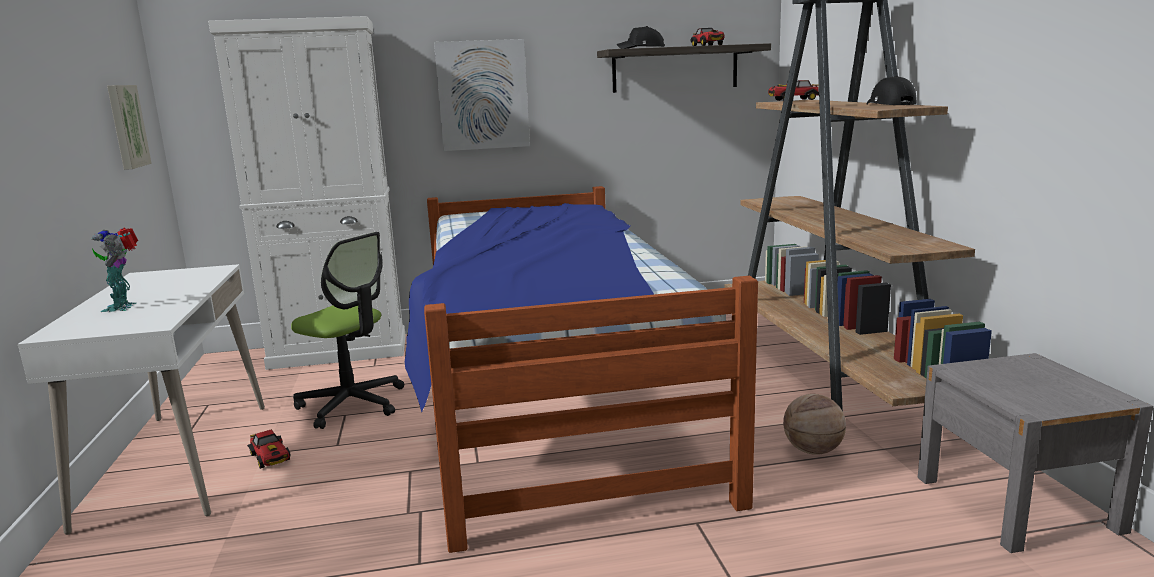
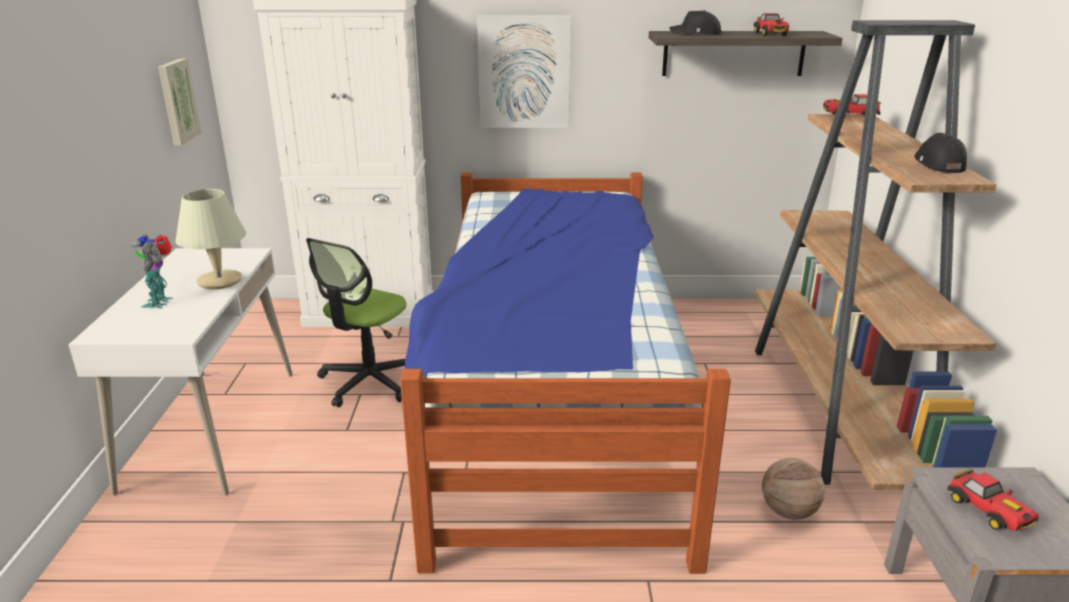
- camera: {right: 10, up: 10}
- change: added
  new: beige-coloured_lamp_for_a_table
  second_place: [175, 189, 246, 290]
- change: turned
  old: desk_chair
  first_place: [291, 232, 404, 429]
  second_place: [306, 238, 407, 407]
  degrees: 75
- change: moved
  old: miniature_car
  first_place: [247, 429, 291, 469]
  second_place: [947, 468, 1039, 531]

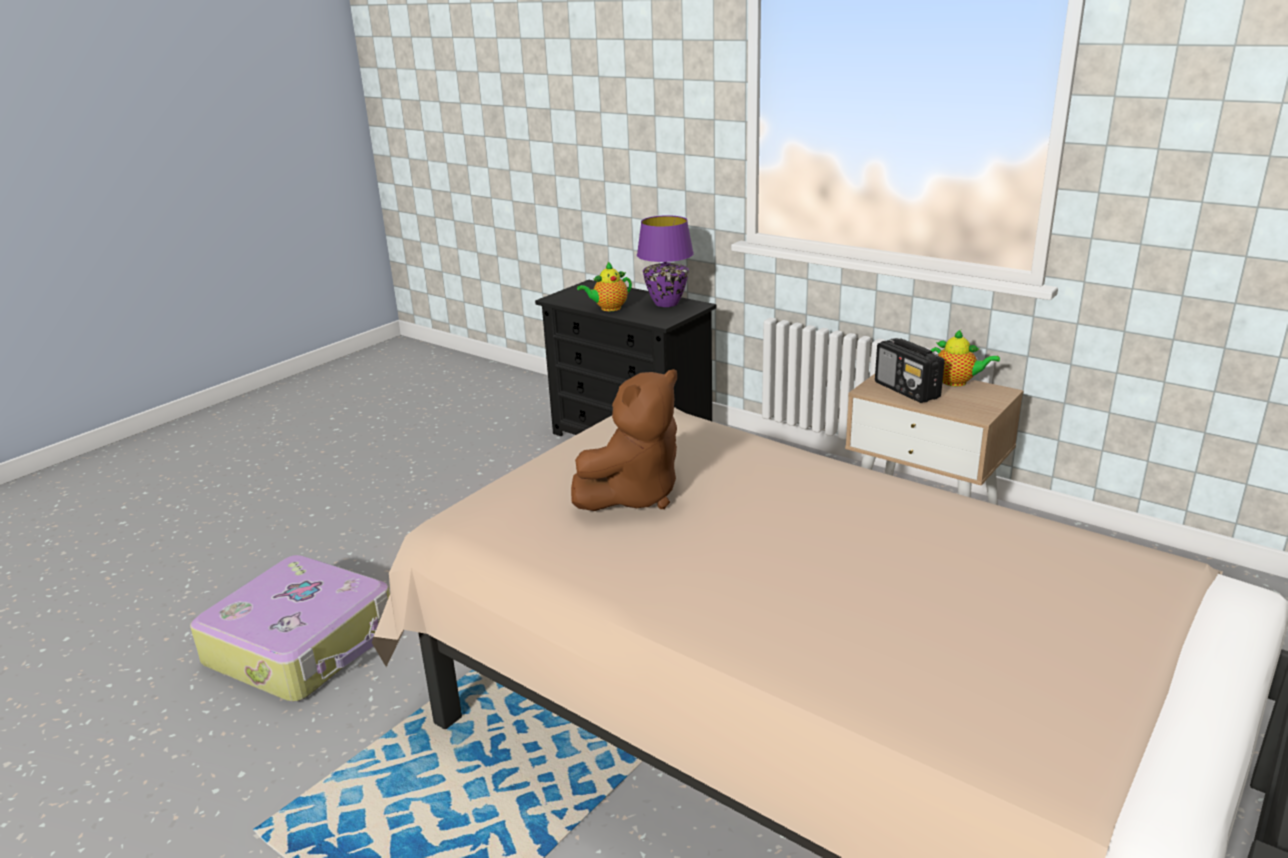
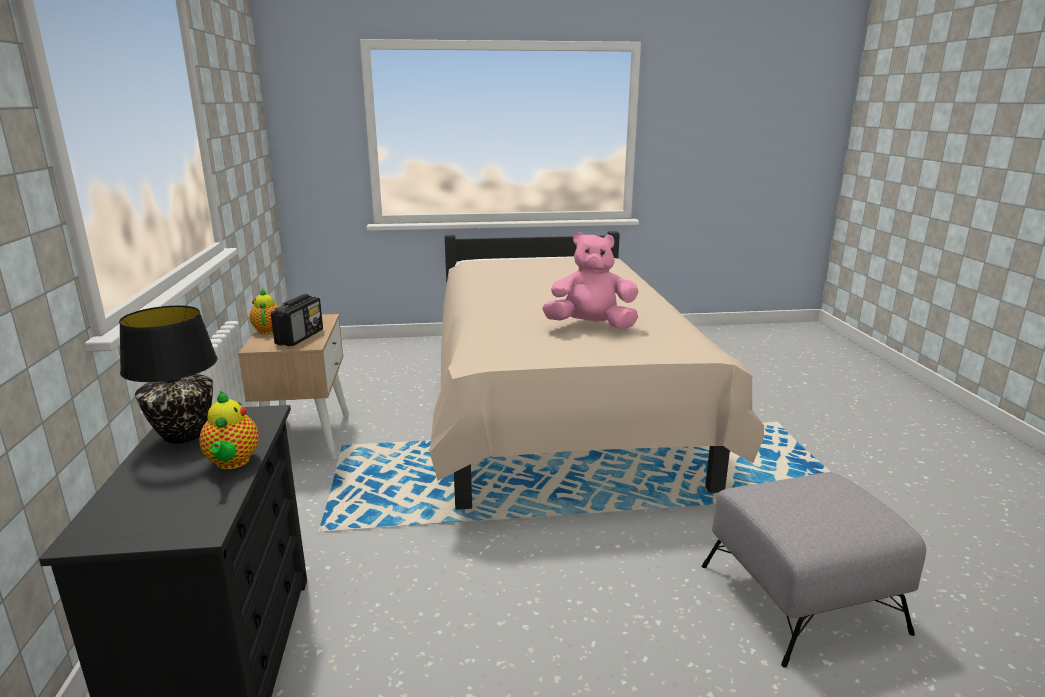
- camera: {right: -135, up: -5}
- change: recoloured
  old: purplish_lamp_for_a_table
  new: black_lamp_for_a_table
  first_place: [637, 215, 694, 307]
  second_place: [119, 305, 218, 444]
- change: turned
  old: tea_pot
  first_place: [577, 261, 632, 311]
  second_place: [199, 391, 258, 469]
  degrees: 60
- change: recoloured
  old: brown_soft_toy
  new: pinkish_soft_toy
  first_place: [571, 369, 677, 511]
  second_place: [542, 232, 638, 329]
- change: replaced
  old: travel_case
  new: gray_footrest
  first_place: [190, 555, 390, 702]
  second_place: [701, 472, 926, 668]

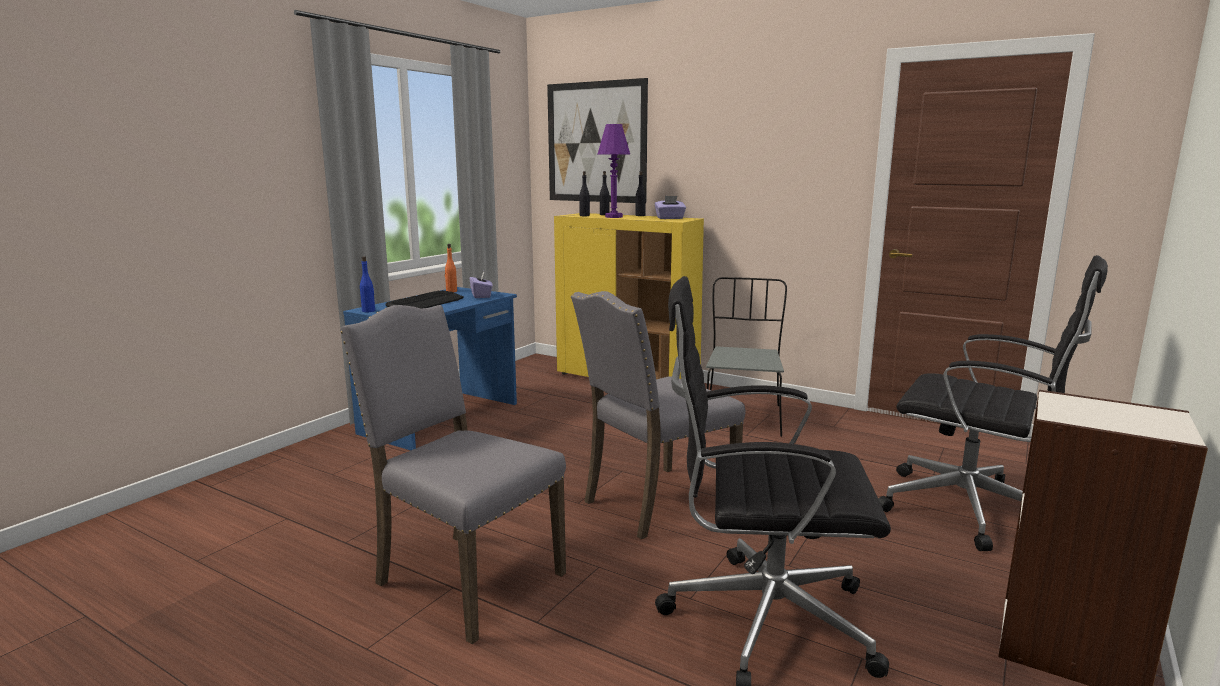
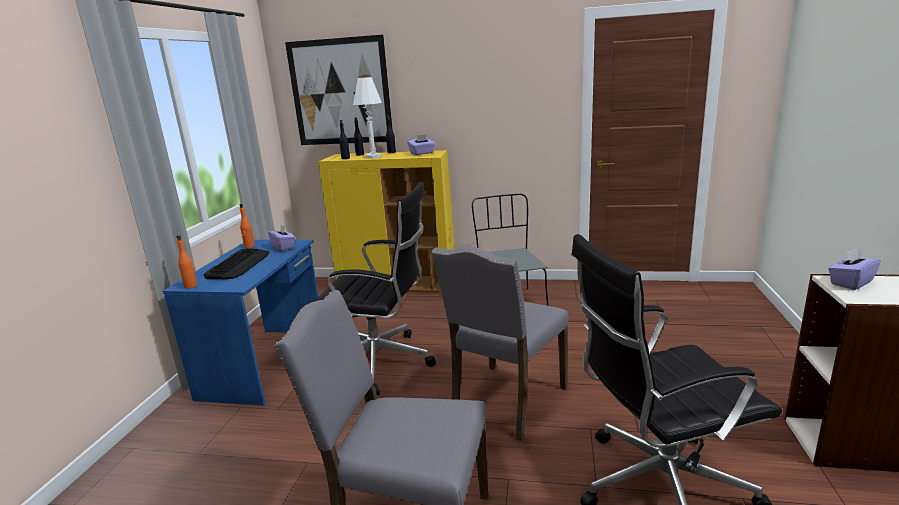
- camera: {right: -20, up: 5}
- change: recoloured
  old: blue_beverage_bottle
  new: orange-coloured_beverage_bottle
  first_place: [360, 256, 375, 312]
  second_place: [176, 235, 197, 289]
- change: moved
  old: black_desk_chair
  first_place: [878, 255, 1108, 551]
  second_place: [311, 182, 436, 396]
- change: recoloured
  old: purplish_lamp_for_a_table
  new: white_lamp_for_a_table
  first_place: [597, 124, 630, 218]
  second_place: [353, 77, 382, 159]
- change: added
  new: purplish_tissue_holder
  second_place: [828, 247, 881, 290]

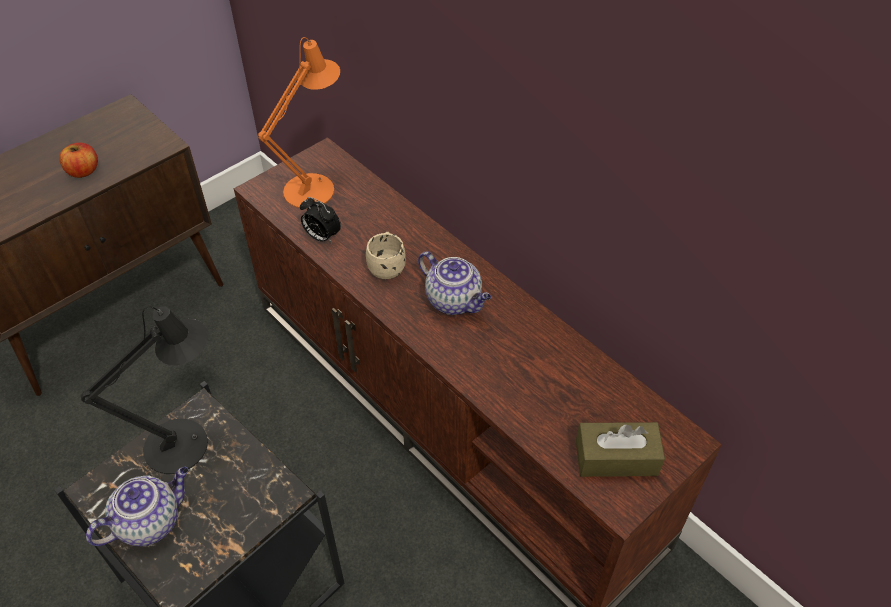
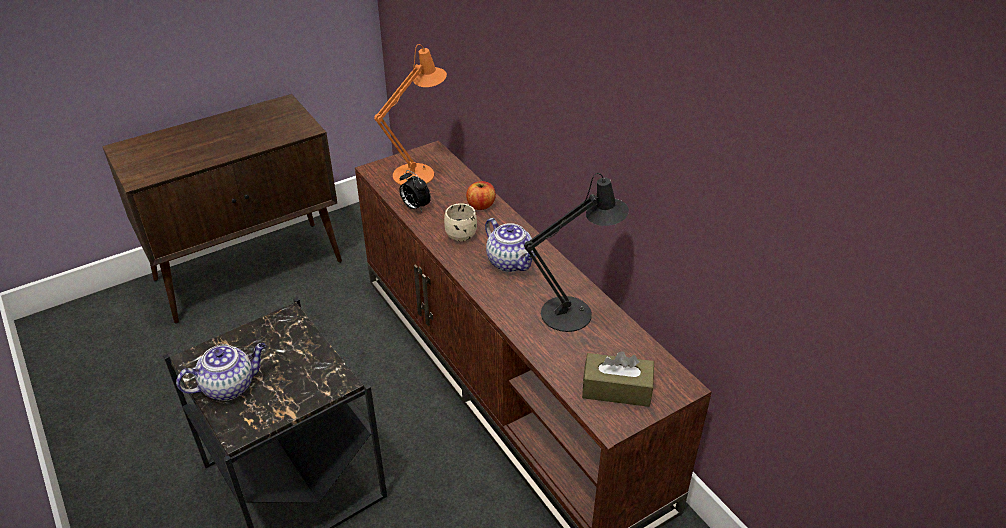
- camera: {right: 10, up: -10}
- change: moved
  old: apple
  first_place: [60, 143, 98, 178]
  second_place: [466, 181, 496, 210]
- change: moved
  old: black_lamp_for_a_table
  first_place: [81, 306, 208, 474]
  second_place: [524, 173, 629, 332]

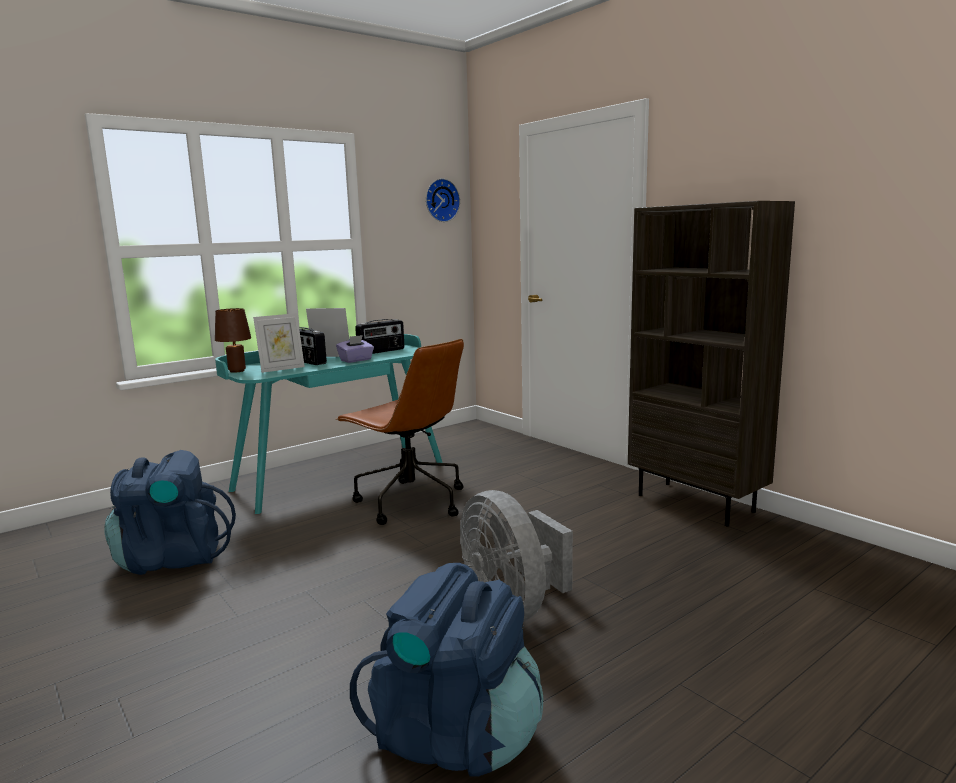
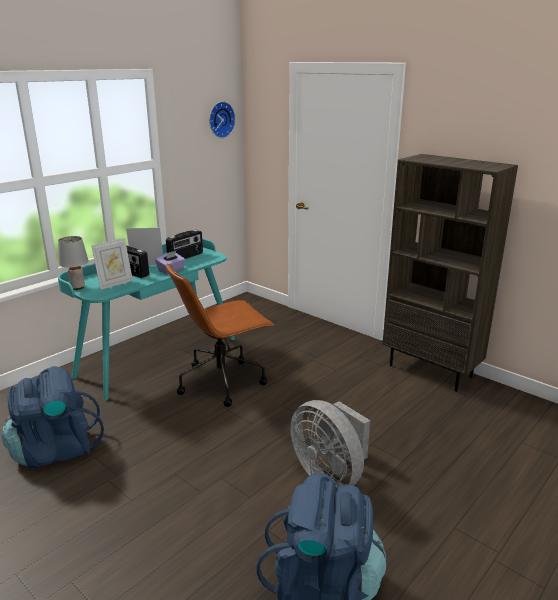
- camera: {right: -10, up: 10}
- change: recoloured
  old: brown_lamp_for_a_table
  new: gray_lamp_for_a_table
  first_place: [215, 308, 251, 373]
  second_place: [58, 236, 89, 290]
- change: turned
  old: brown_desk_chair
  first_place: [336, 339, 464, 525]
  second_place: [166, 263, 274, 407]
  degrees: 120

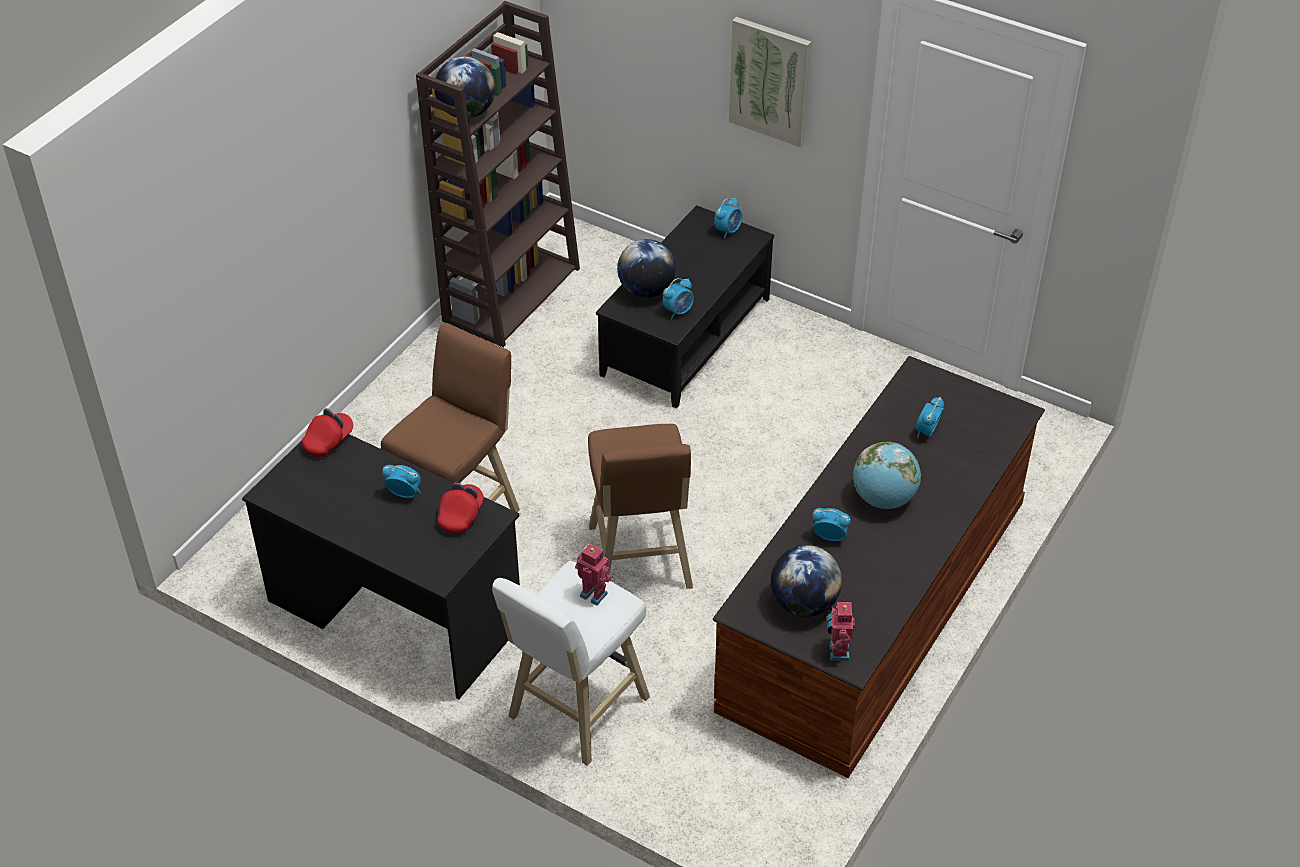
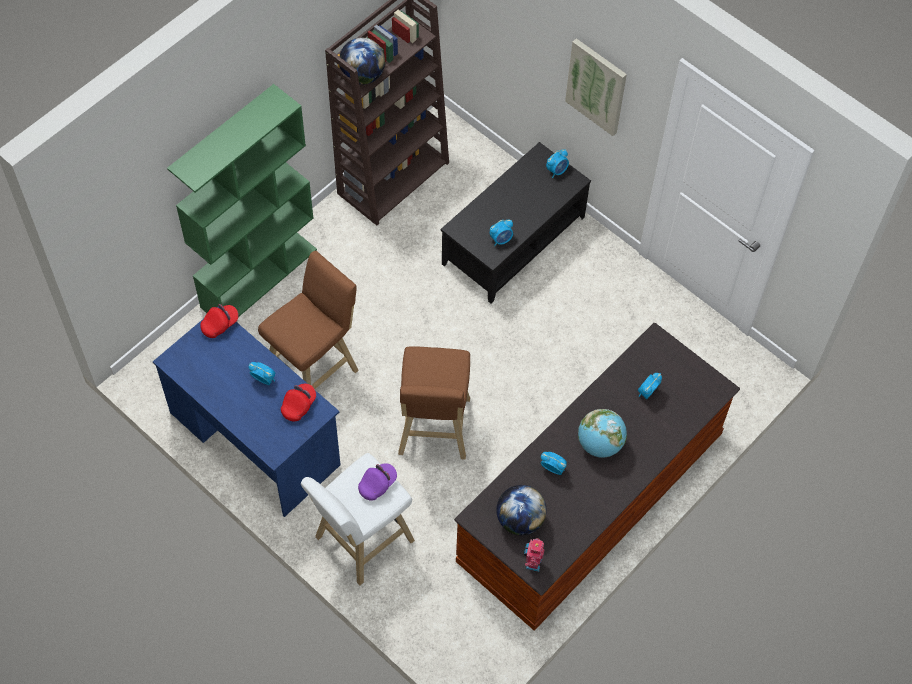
- camera: {right: 10, up: 15}
- change: recoloured
  old: black_desk_unit
  new: blue_desk_unit
  first_place: [242, 434, 520, 700]
  second_place: [153, 307, 341, 517]
- change: added
  new: green-coloured_shelving_unit
  second_place: [167, 84, 317, 317]
- change: replaced
  old: model_robot
  new: purplish_cap
  first_place: [575, 544, 613, 605]
  second_place: [358, 463, 397, 501]
- change: removed
  old: desk_globe
  first_place: [617, 239, 676, 298]

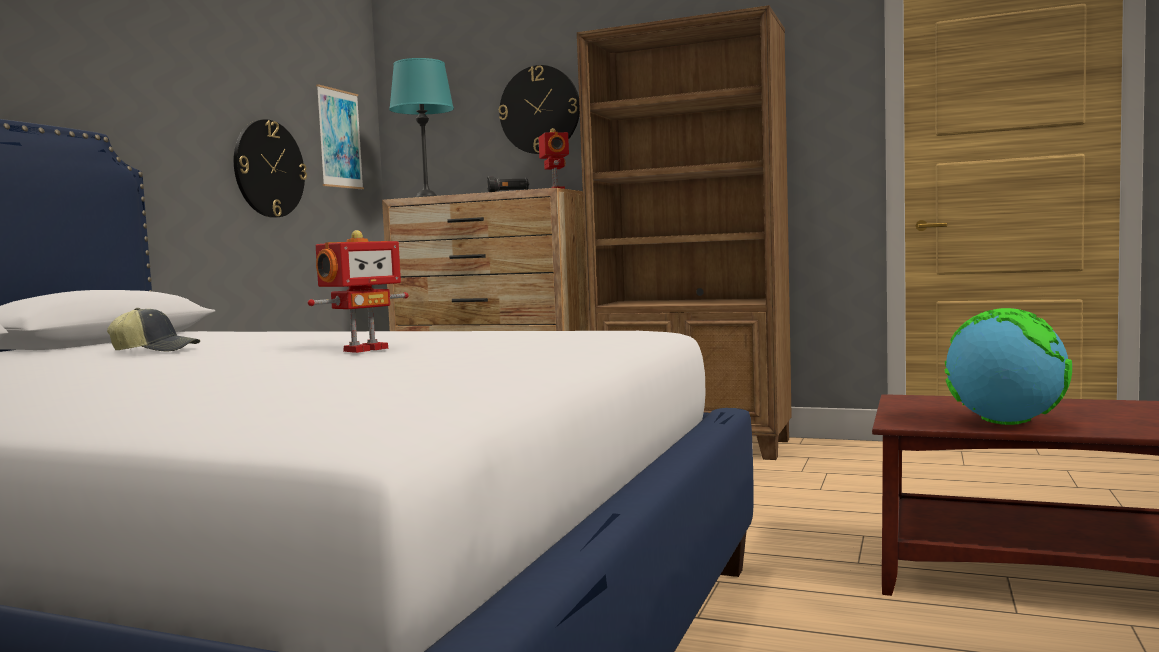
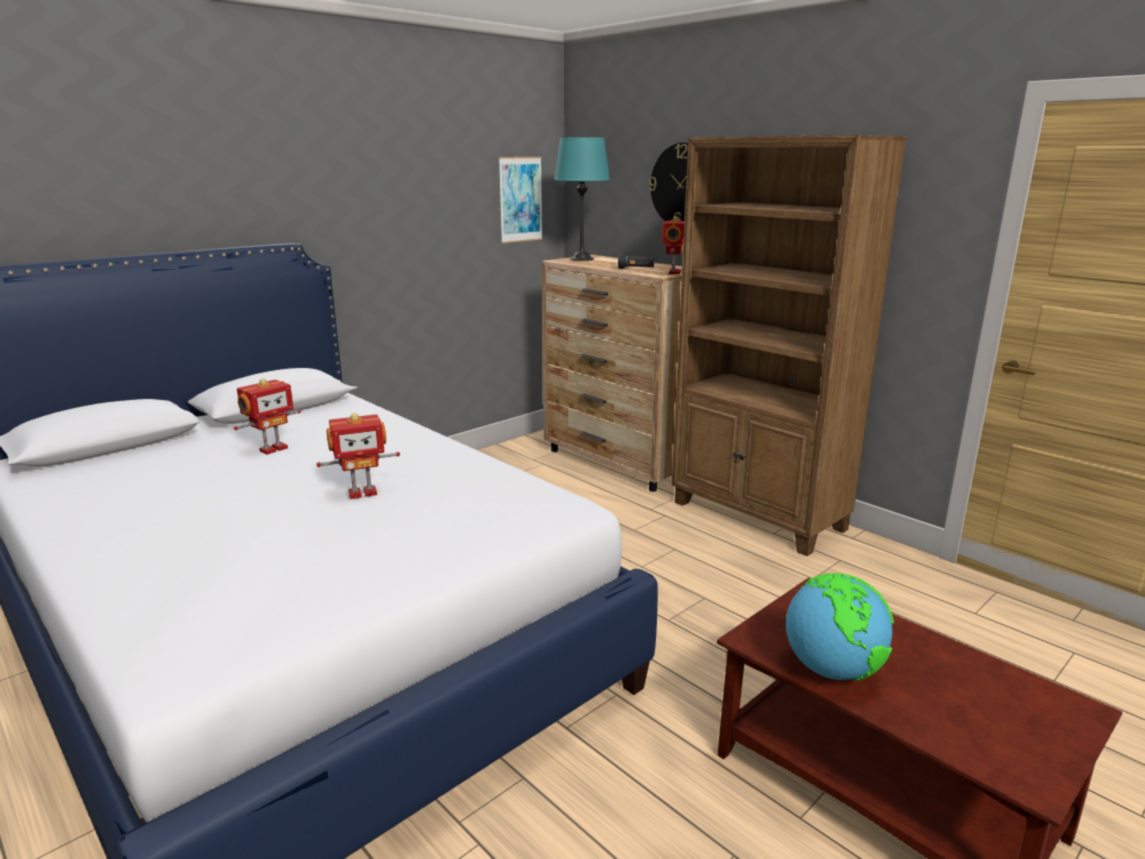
- camera: {right: 25, up: 15}
- change: replaced
  old: cap
  new: model_robot
  first_place: [107, 308, 200, 351]
  second_place: [234, 379, 301, 455]
- change: removed
  old: wall_clock
  first_place: [234, 119, 307, 218]

